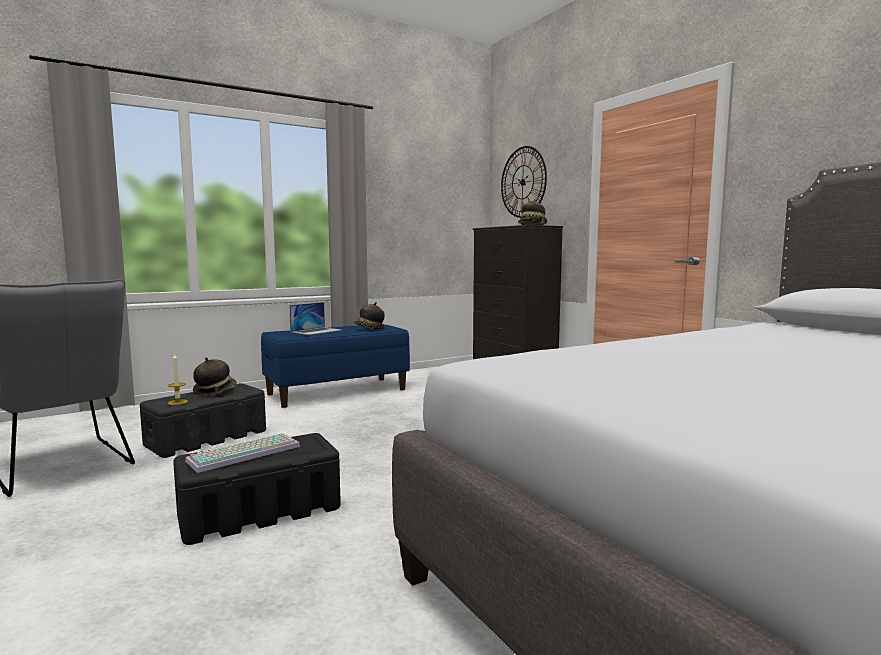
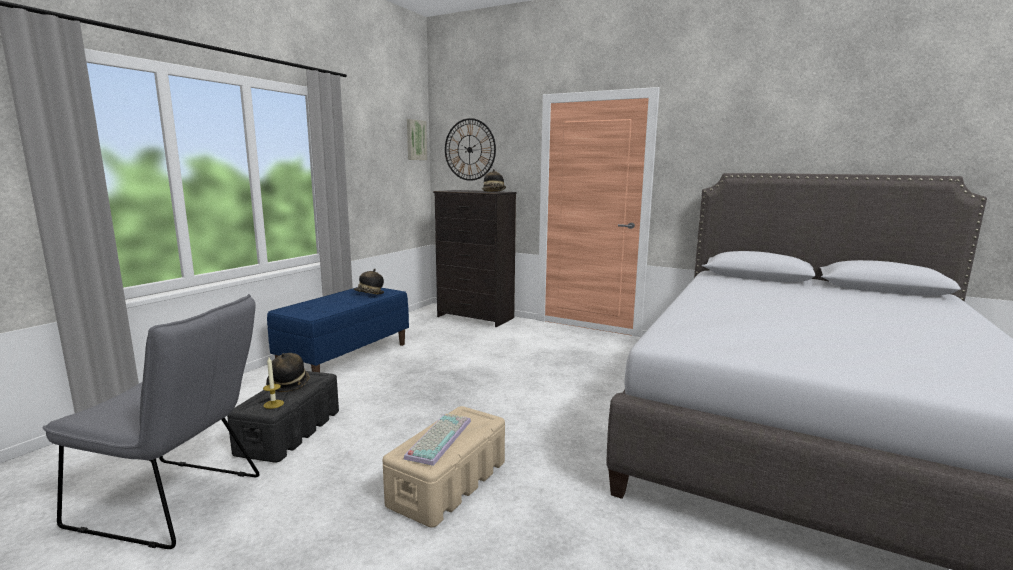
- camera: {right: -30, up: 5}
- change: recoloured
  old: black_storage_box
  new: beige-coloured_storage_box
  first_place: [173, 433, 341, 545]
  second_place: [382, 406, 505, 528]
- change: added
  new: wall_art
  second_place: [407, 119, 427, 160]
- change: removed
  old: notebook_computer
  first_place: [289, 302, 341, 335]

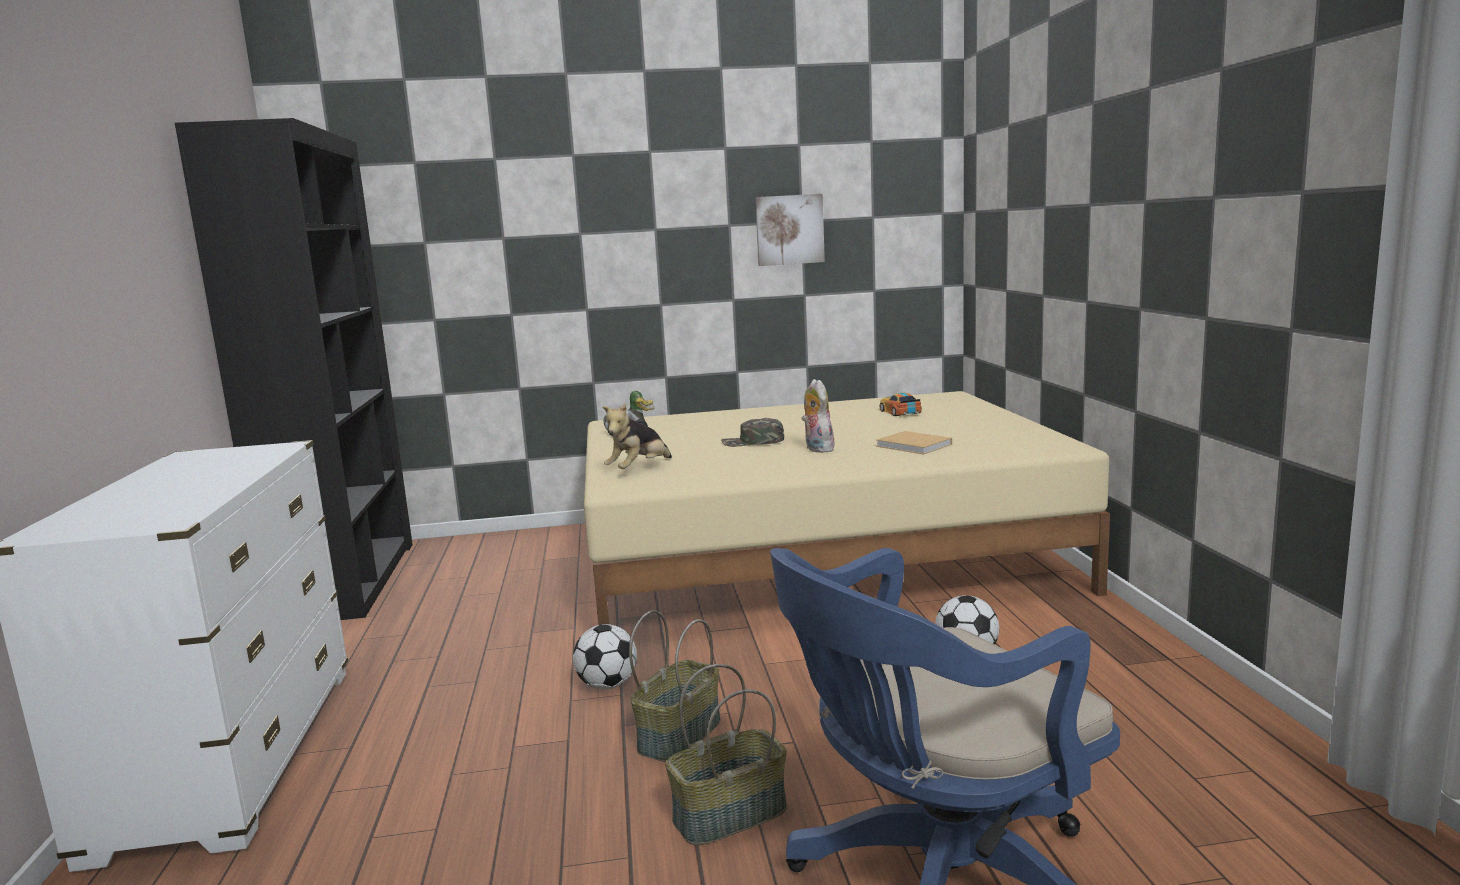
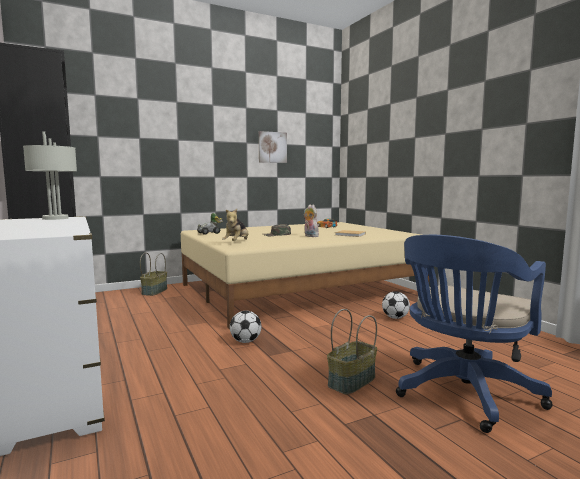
- camera: {right: -20, up: -5}
- change: added
  new: gray_lamp_for_a_table
  second_place: [23, 131, 77, 220]
- change: moved
  old: household_basket
  first_place: [629, 610, 721, 762]
  second_place: [140, 252, 167, 296]

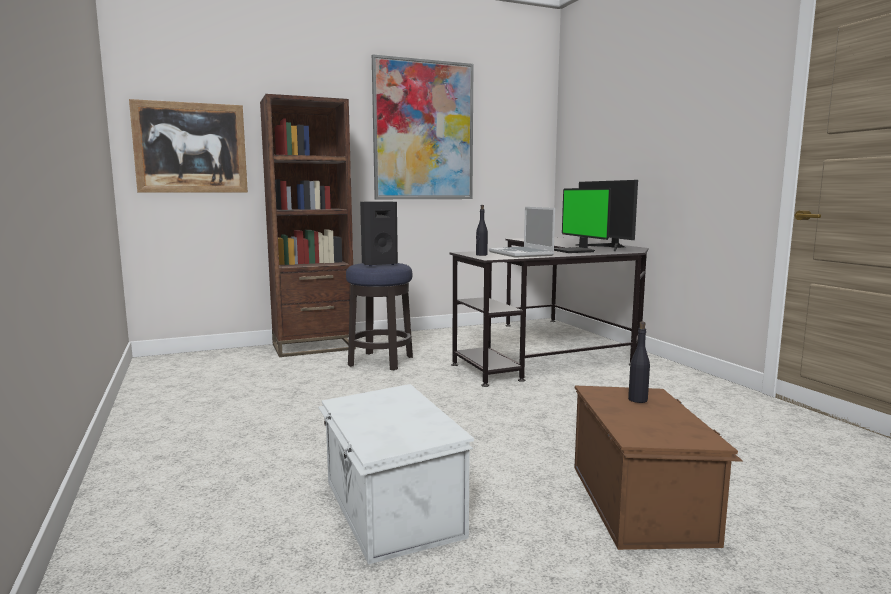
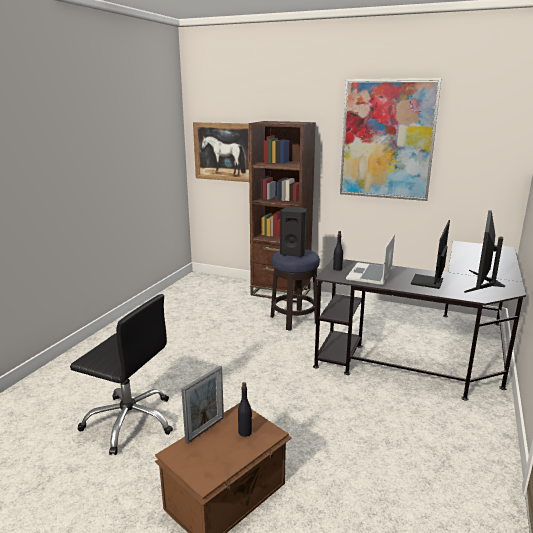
- camera: {right: 45, up: 10}
- change: replaced
  old: white_storage_box
  new: black_desk_chair
  first_place: [318, 384, 474, 564]
  second_place: [70, 294, 173, 455]
- change: added
  new: photo_frame
  second_place: [181, 366, 224, 444]

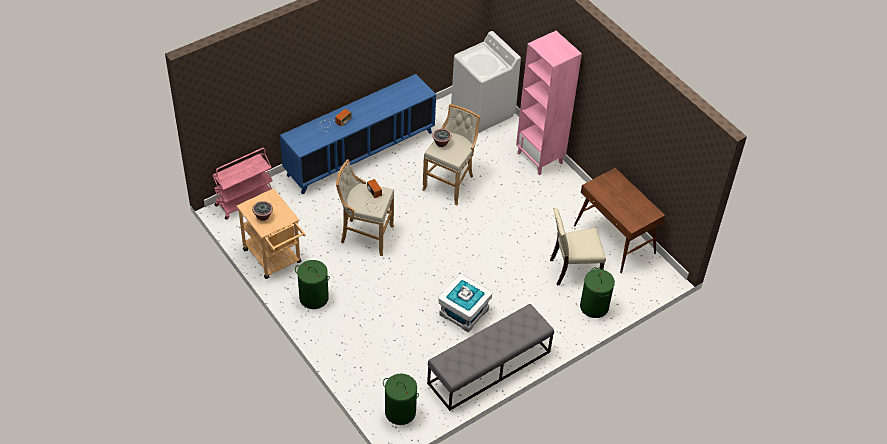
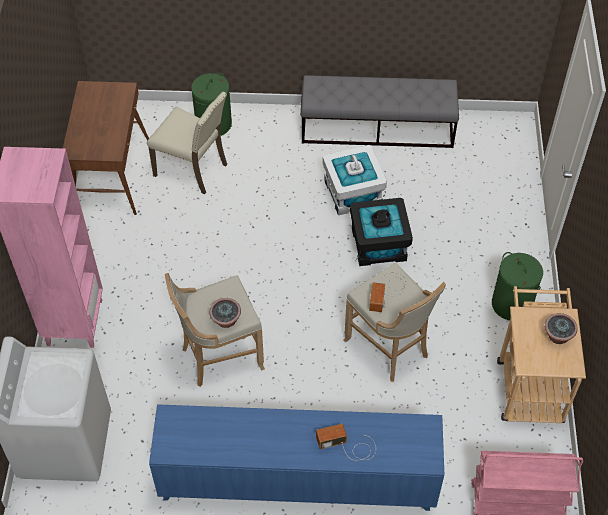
- camera: {right: -140, up: 5}
- change: added
  new: black_storage_box
  second_place: [350, 198, 413, 266]
- change: removed
  old: green-coloured_washing_basket
  first_place: [383, 374, 419, 425]

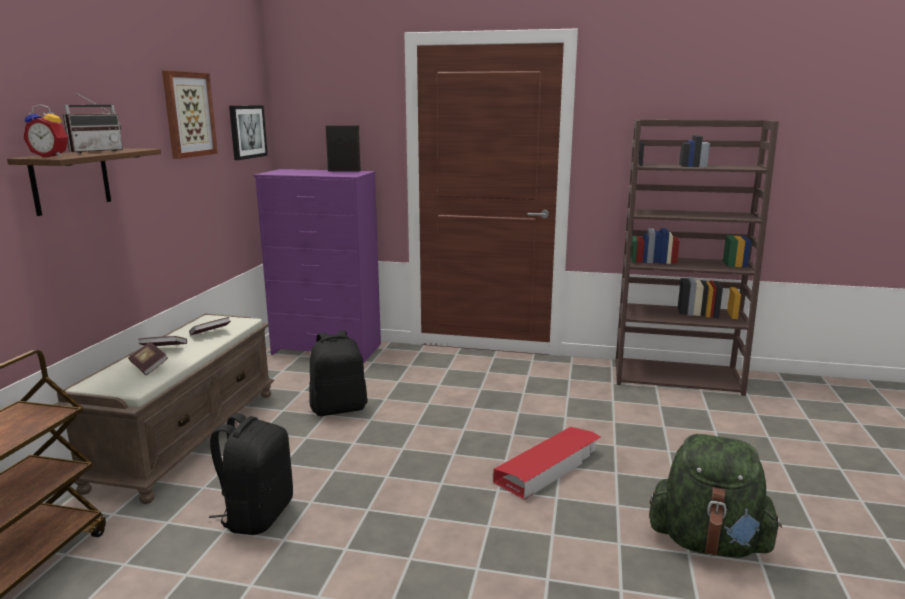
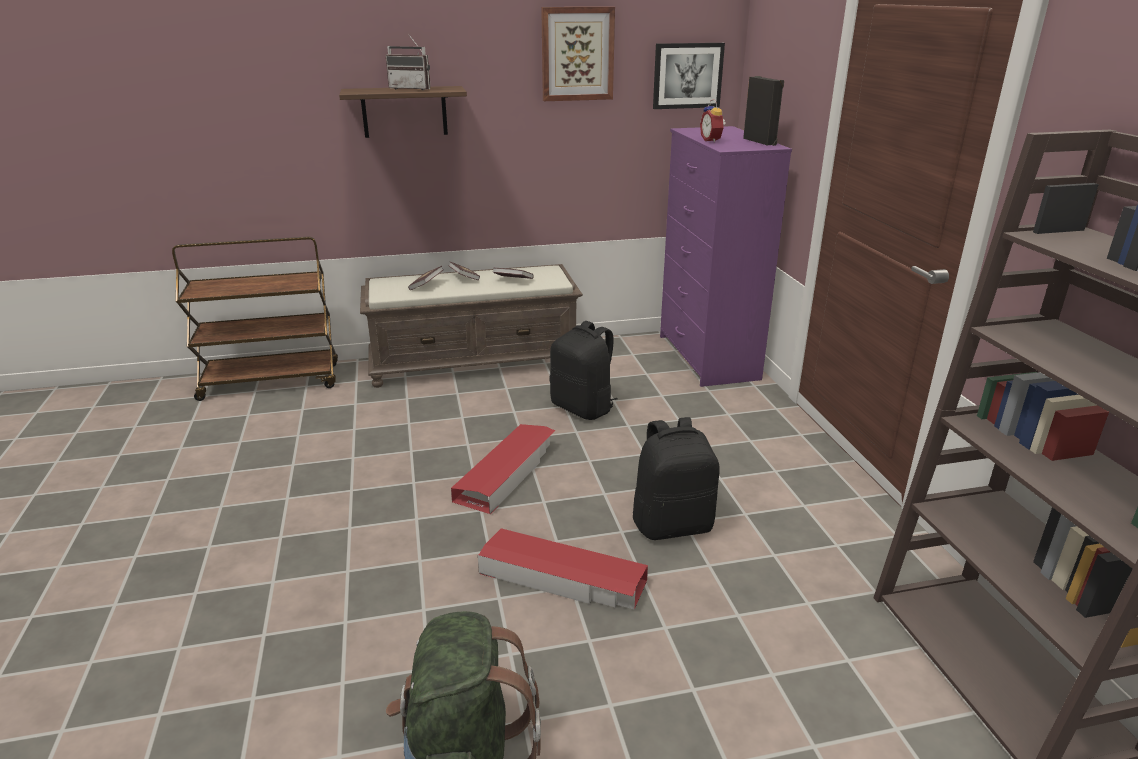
- camera: {right: 65, up: 10}
- change: added
  new: red_storage_box
  second_place: [451, 424, 555, 514]
- change: moved
  old: black_backpack
  first_place: [209, 413, 293, 535]
  second_place: [633, 417, 720, 540]
- change: moved
  old: table_clock
  first_place: [23, 104, 68, 157]
  second_place: [700, 99, 725, 143]

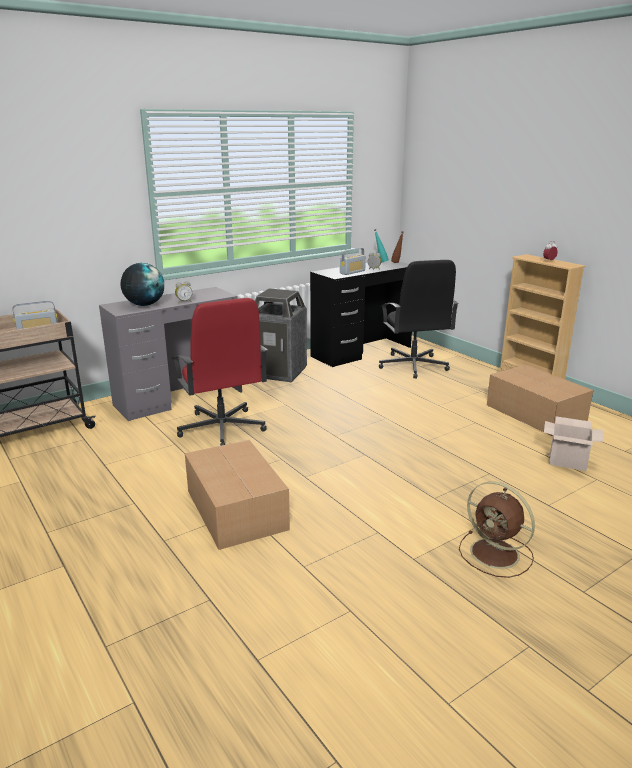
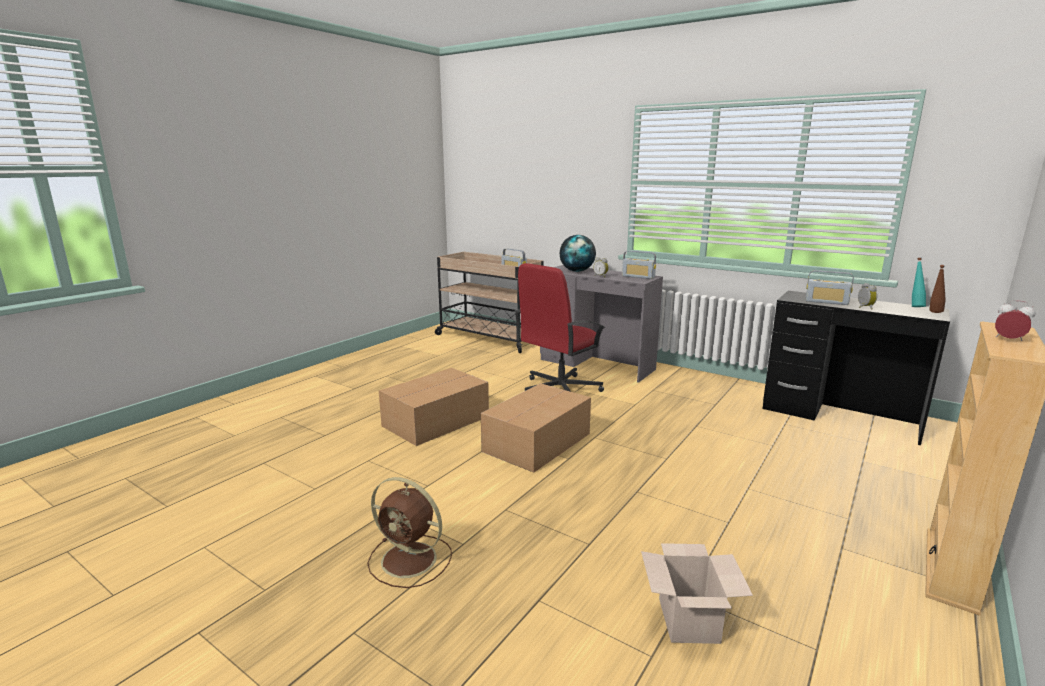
- camera: {right: 70, up: -5}
- change: turned
  old: brown_electric_fan
  first_place: [459, 481, 535, 578]
  second_place: [367, 477, 452, 588]
  degrees: -90
- change: moved
  old: carton
  first_place: [487, 365, 593, 436]
  second_place: [481, 383, 591, 473]
- change: added
  new: radio
  second_place: [622, 251, 656, 279]
- change: removed
  old: waste_bin
  first_place: [255, 288, 307, 382]
- change: removed
  old: black_desk_chair
  first_place: [379, 260, 459, 379]

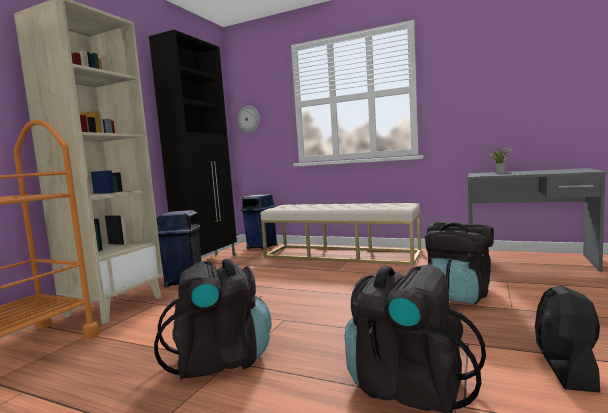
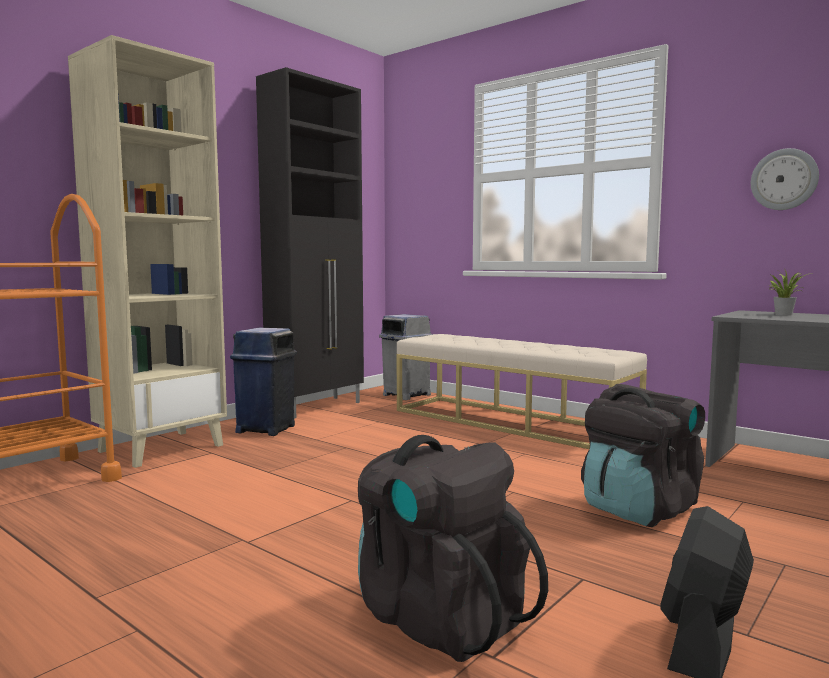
- camera: {right: 15, up: 0}
- change: recoloured
  old: blue_waste_bin
  new: gray_waste_bin
  first_place: [241, 194, 278, 250]
  second_place: [379, 314, 433, 400]
- change: moved
  old: wall_clock
  first_place: [237, 106, 260, 133]
  second_place: [751, 148, 819, 210]
- change: removed
  old: black_backpack
  first_place: [154, 259, 271, 380]

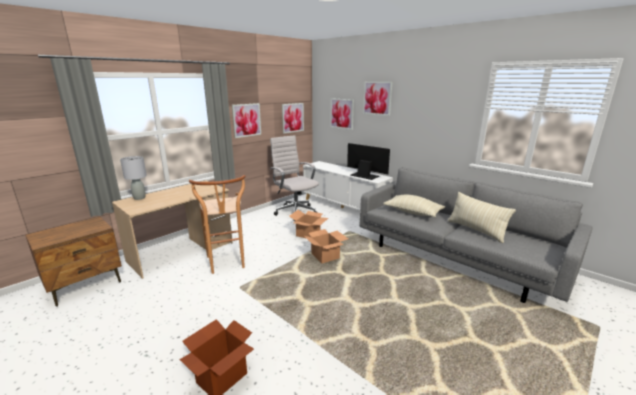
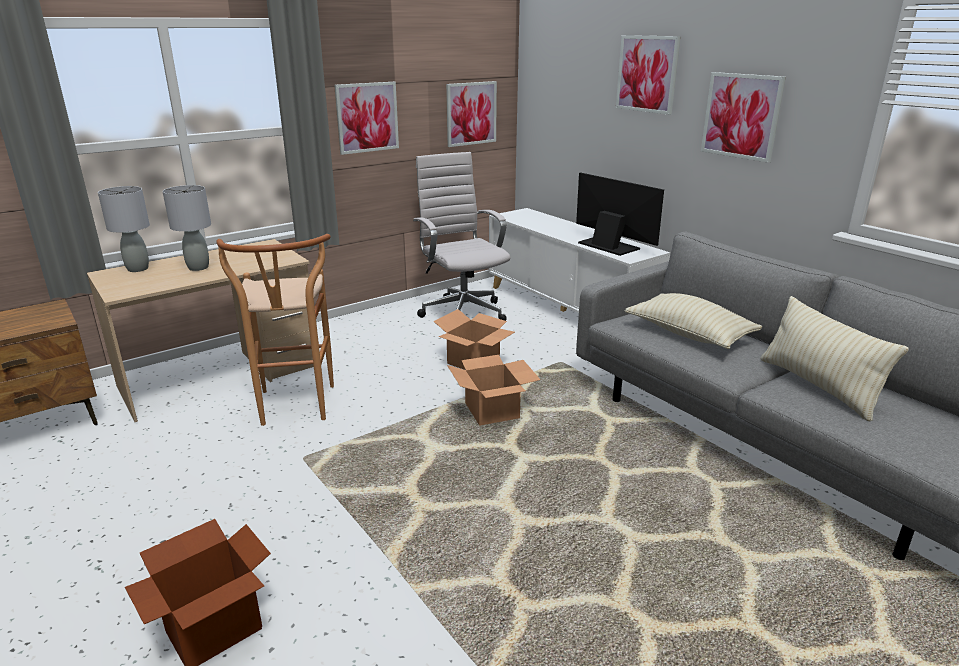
- camera: {right: 10, up: 5}
- change: added
  new: gray_lamp_for_a_table
  second_place: [163, 185, 211, 271]
- change: moved
  old: wall_art
  first_place: [330, 98, 354, 130]
  second_place: [701, 72, 786, 163]

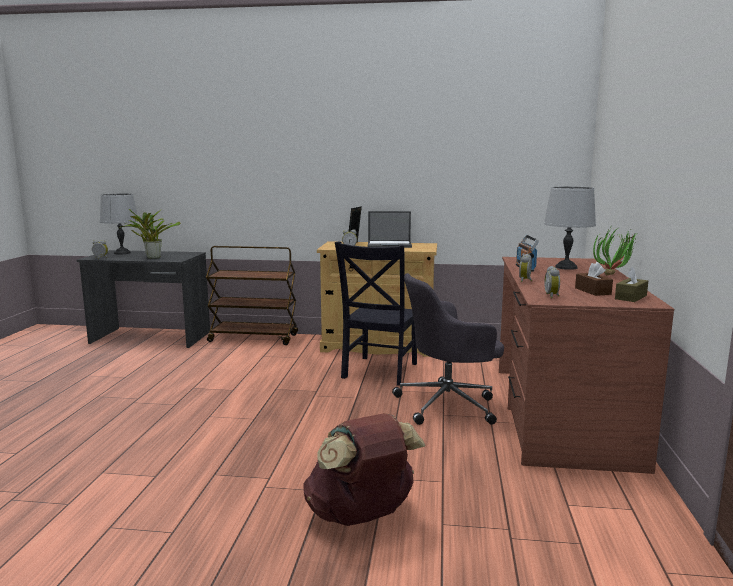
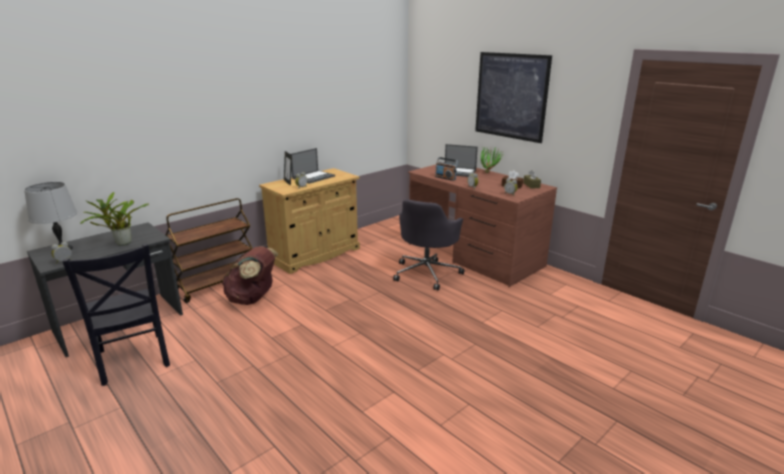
- camera: {right: -50, up: 10}
- change: moved
  old: black_plain_chair
  first_place: [335, 242, 417, 386]
  second_place: [62, 244, 170, 386]
- change: moved
  old: brown_backpack
  first_place: [304, 413, 426, 526]
  second_place: [222, 246, 278, 305]
- change: replaced
  old: gray_lamp_for_a_table
  new: notebook_computer
  first_place: [544, 187, 596, 270]
  second_place: [445, 144, 478, 177]
- change: added
  new: wall_art
  second_place: [475, 52, 552, 143]

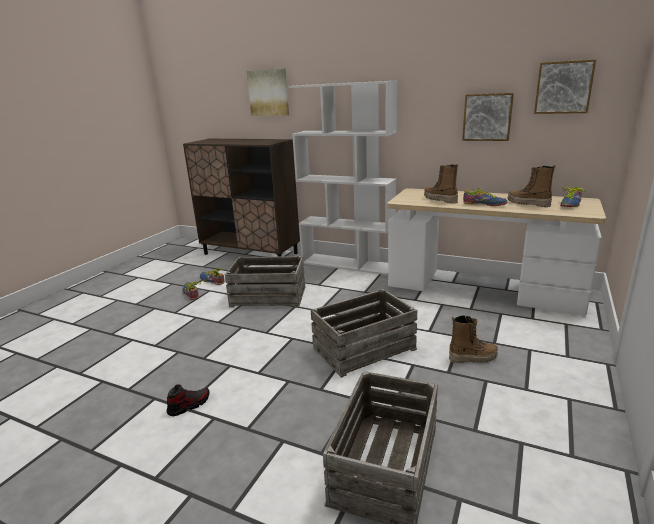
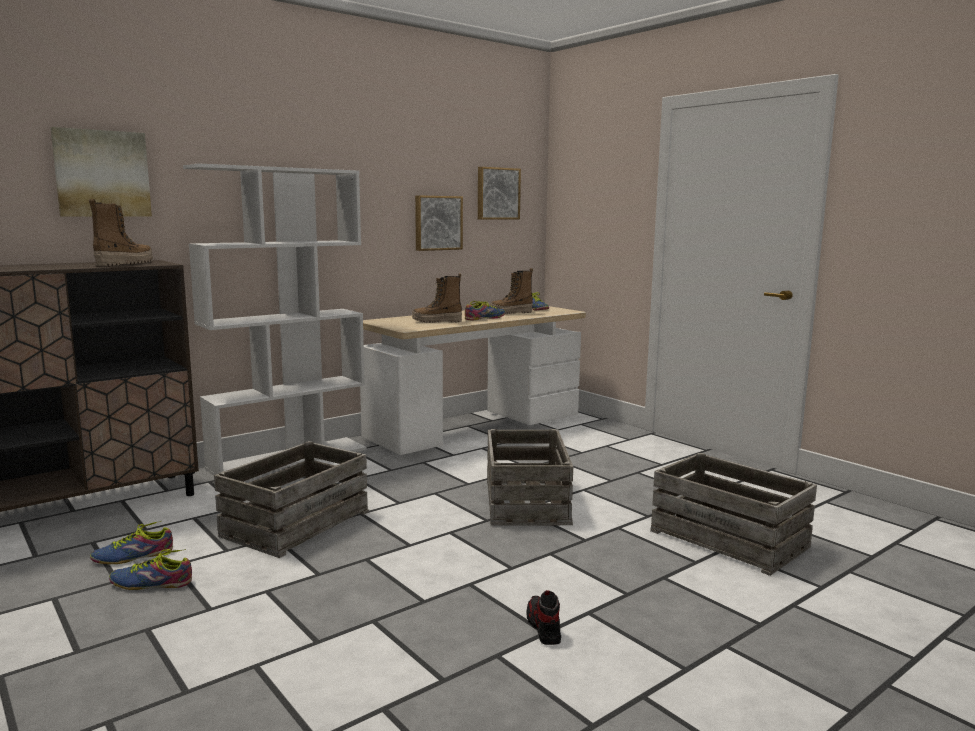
- camera: {right: -65, up: -10}
- change: moved
  old: tall_boot
  first_place: [449, 315, 498, 363]
  second_place: [89, 199, 153, 266]

